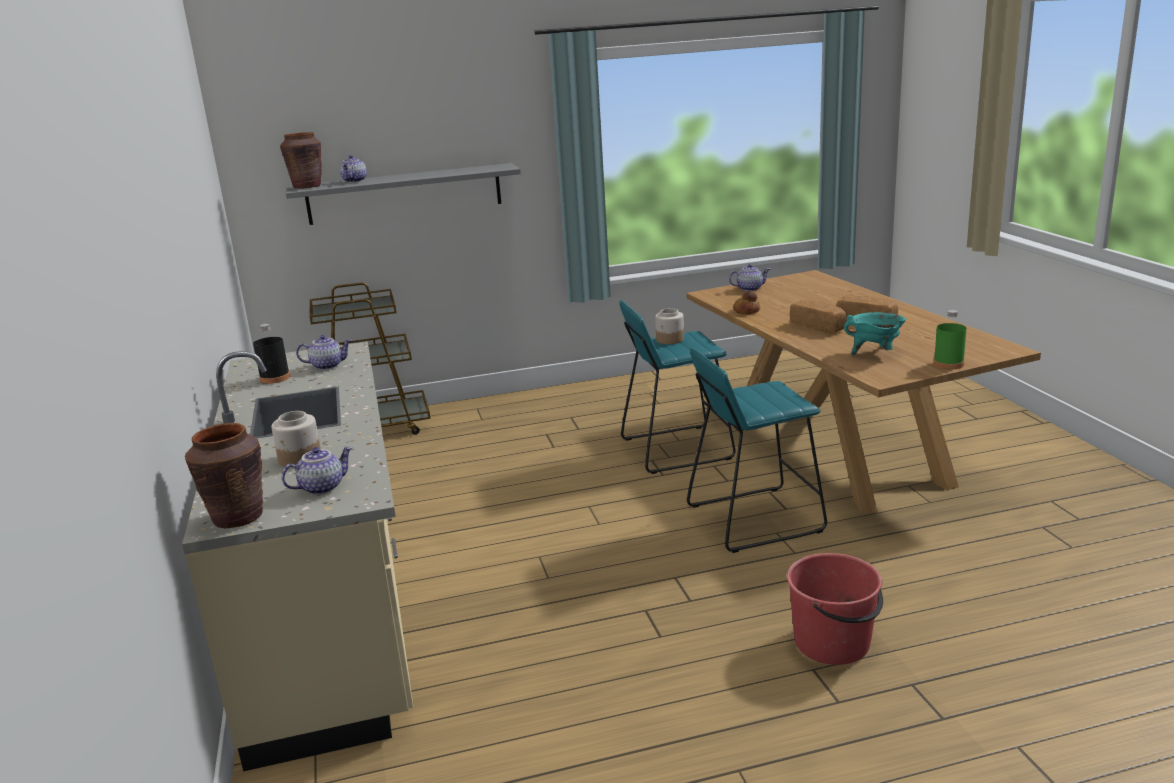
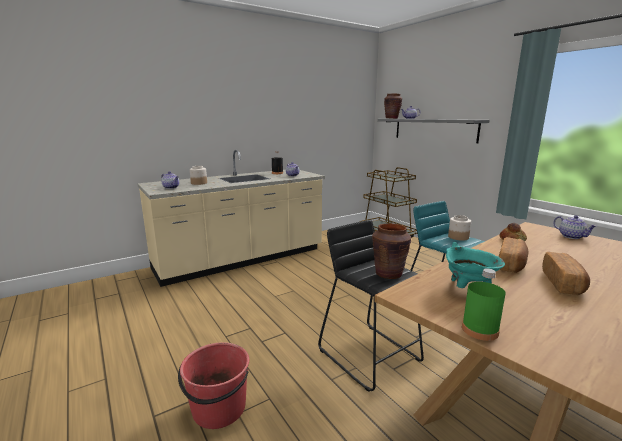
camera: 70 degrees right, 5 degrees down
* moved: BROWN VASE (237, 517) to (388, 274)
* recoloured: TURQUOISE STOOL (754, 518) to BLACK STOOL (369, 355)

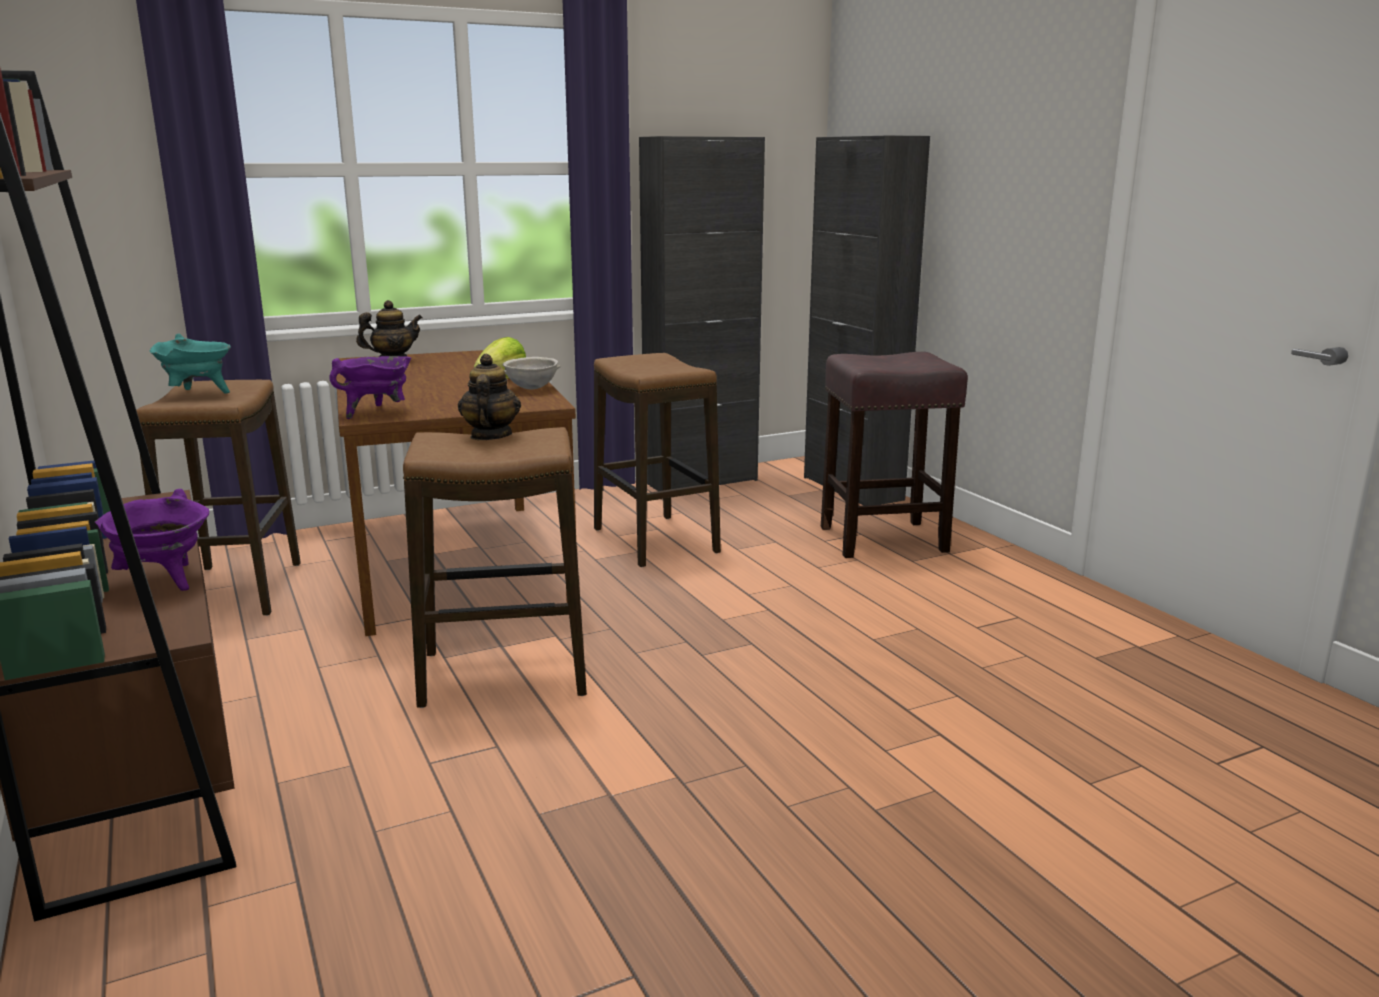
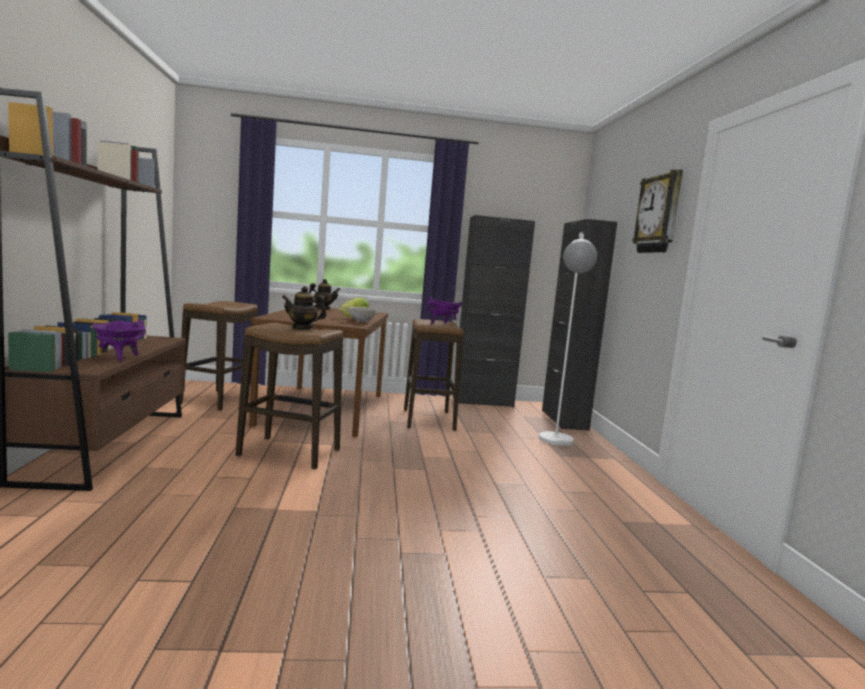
camera: 20 degrees right, 10 degrees down
* removed: TURQUOISE COOKING POT (198, 394)
* added: WALL CLOCK (659, 214)
* moved: PURPLE COOKING POT (377, 413) to (443, 324)
* replaced: BROWN STOOL (885, 539) to WHITE FLOOR LAMP (556, 443)
* turned: TEAPOT (490, 436) = (302, 328) 105 degrees counterclockwise

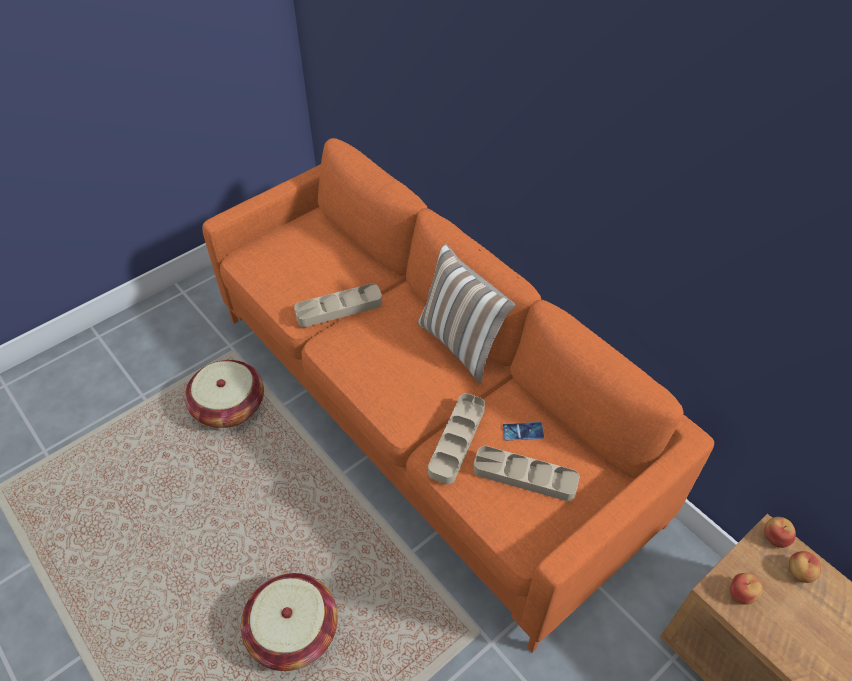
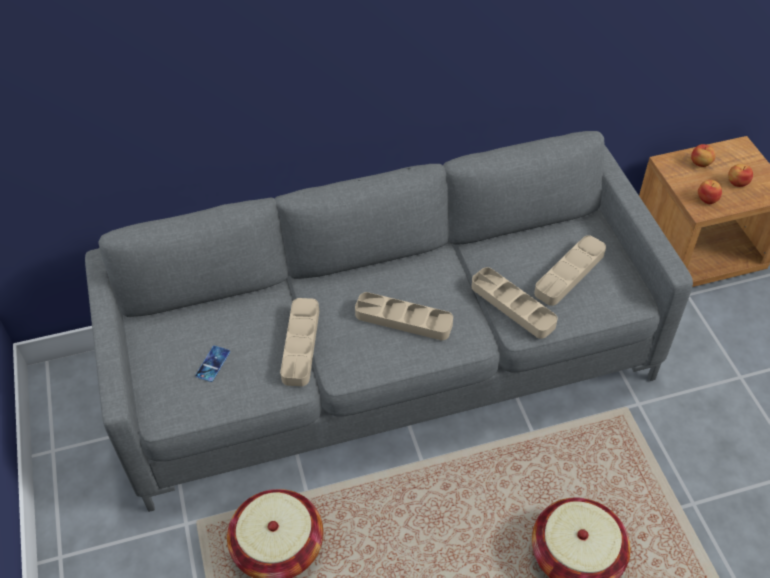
camera: 65 degrees left, 0 degrees up
* removed: PILLOW (461, 343)
* added: BEIGE TRAY (403, 320)
* moved: PHONE (523, 431) to (213, 364)
* moved: APPLE (775, 537) to (737, 182)
* recoloured: ORANGE SOFA (426, 413) to GREY SOFA (386, 366)

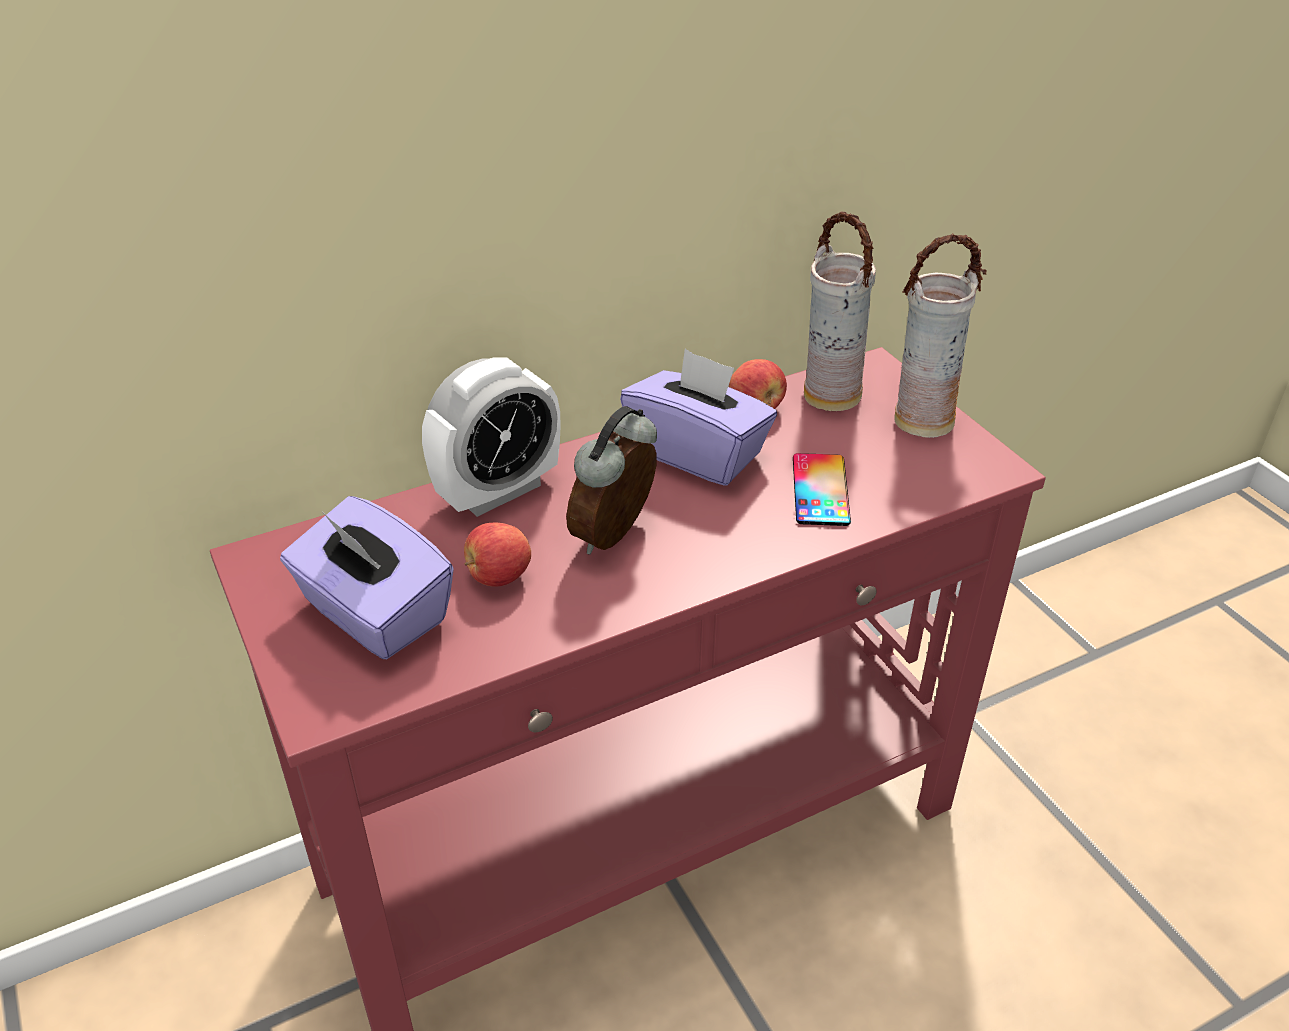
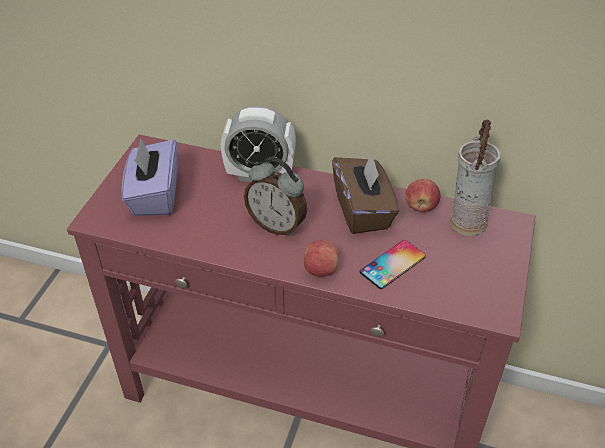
camera: 45 degrees right, 5 degrees up
* removed: VASE (922, 420)
* moved: APPLE (498, 576) to (320, 270)
* recoloured: PURPLE TISSUE BOX (698, 453) to BROWN TISSUE BOX (363, 211)
* turned: ALARM CLOCK (616, 537) = (277, 225) 135 degrees counterclockwise

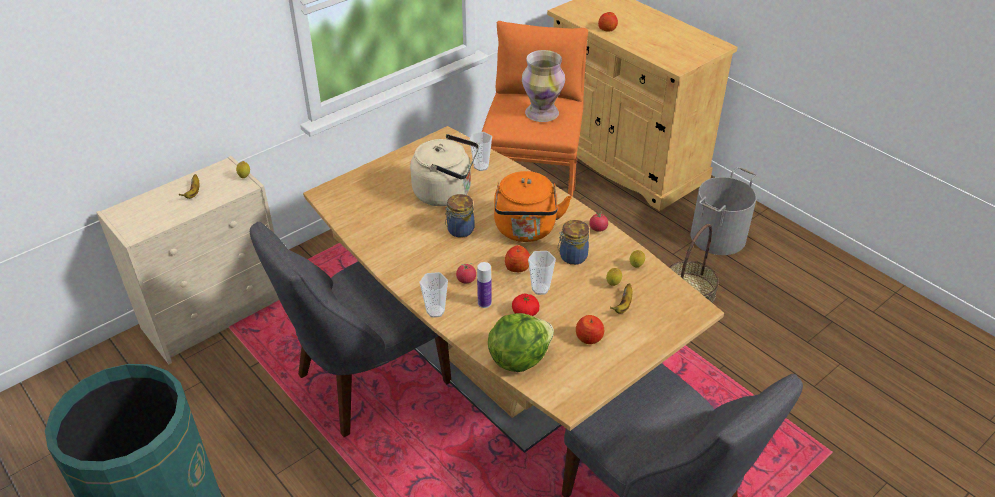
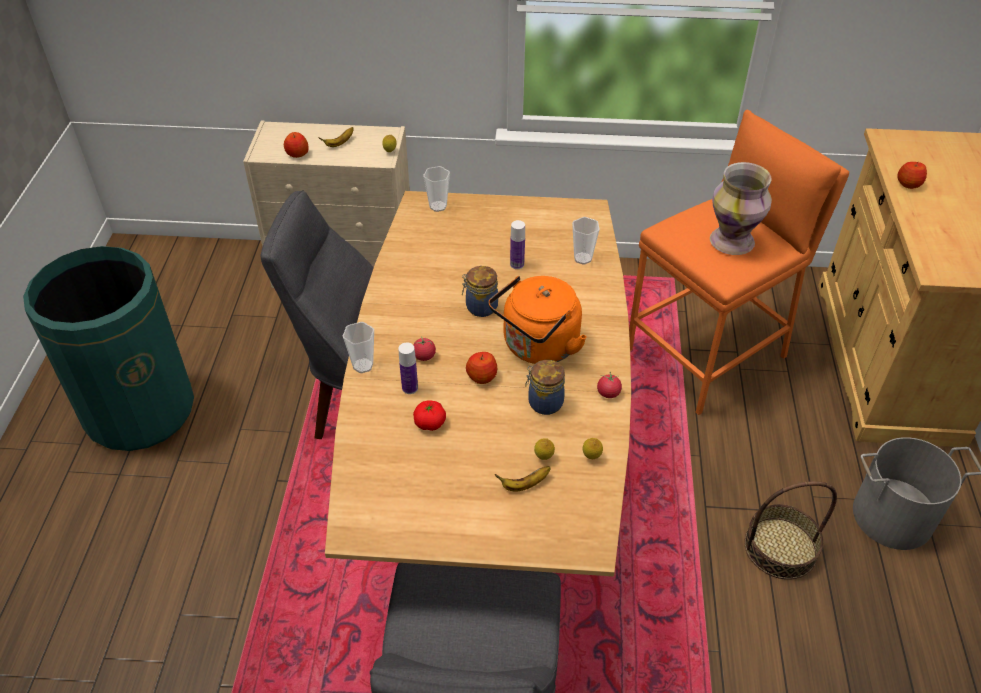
camera: 45 degrees right, 5 degrees up
* removed: LETTUCE (518, 358)
* moved: CUP (540, 289) to (438, 206)
* moved: APPLE (589, 338) to (297, 154)
* replaced: BEIGE KETTLE (446, 193) to BOTTLE (517, 264)

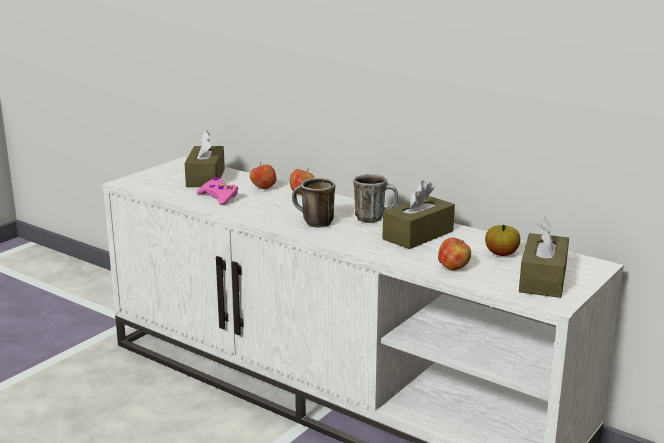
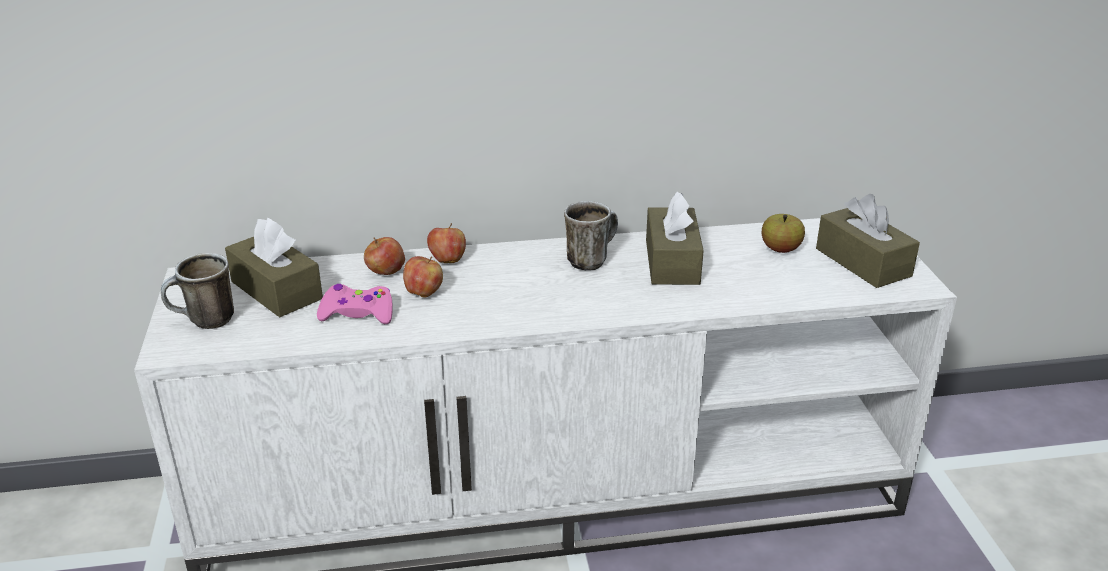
camera: 45 degrees left, 10 degrees up
* moved: MUG (312, 223) to (204, 322)
* moved: APPLE (453, 268) to (424, 293)

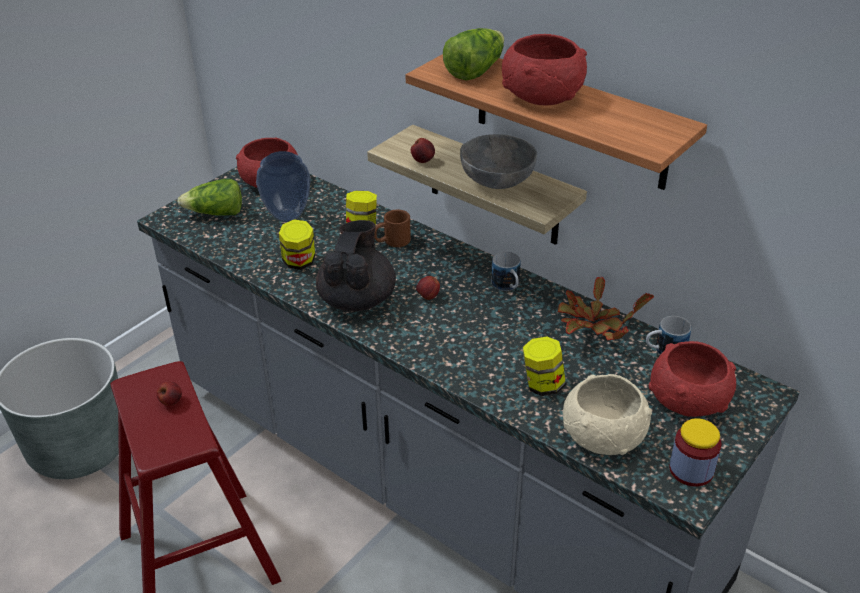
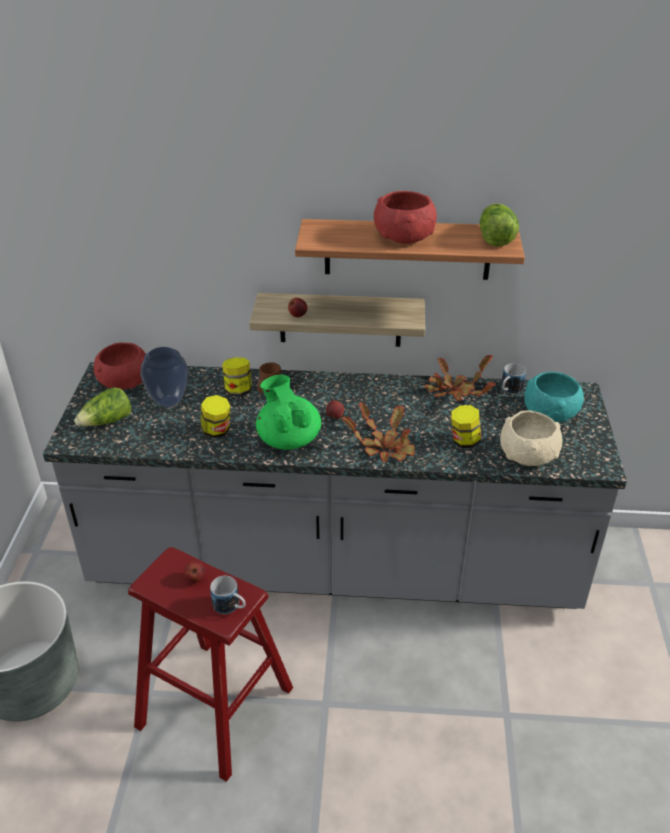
camera: 35 degrees left, 0 degrees up
* removed: GREY BOWL (497, 179)
* removed: JAR (691, 470)
* added: POTTED PLANT (384, 447)
* moved: LETTUCE (475, 70) to (495, 237)
* moved: MUG (507, 287) to (230, 607)
* recoloured: BLACK TEAPOT (357, 299) to GREEN TEAPOT (288, 439)
* recoloured: RED BOWL (688, 400) to TURQUOISE BOWL (550, 413)

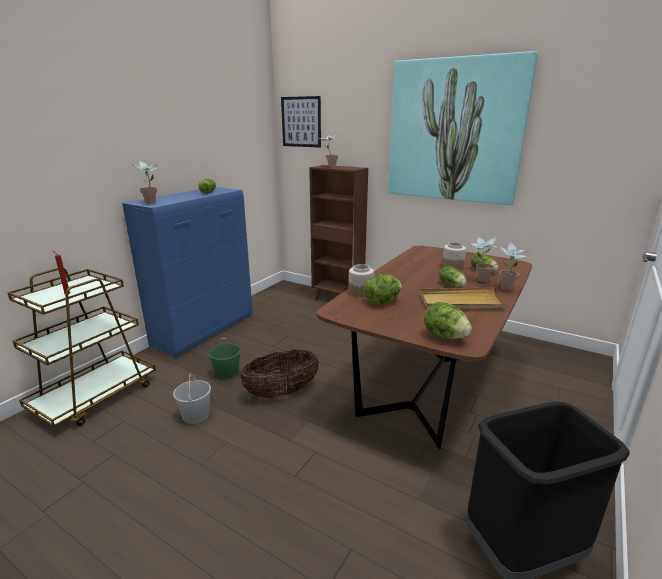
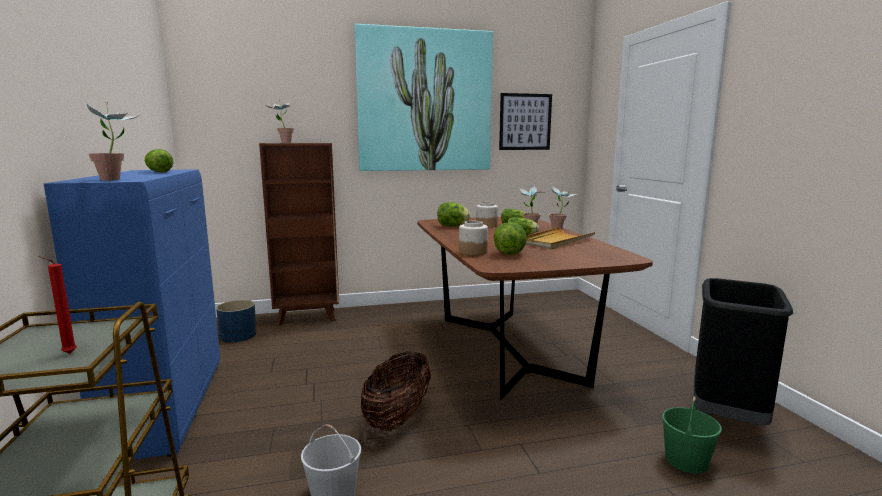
camera: 45 degrees left, 10 degrees down
* added: BLUE PLANTER (238, 335)
* moved: GREEN BUCKET (226, 373) to (686, 461)
* moved: PICTURE (301, 122) to (525, 122)
* moved: LETTUCE (444, 336) to (452, 226)

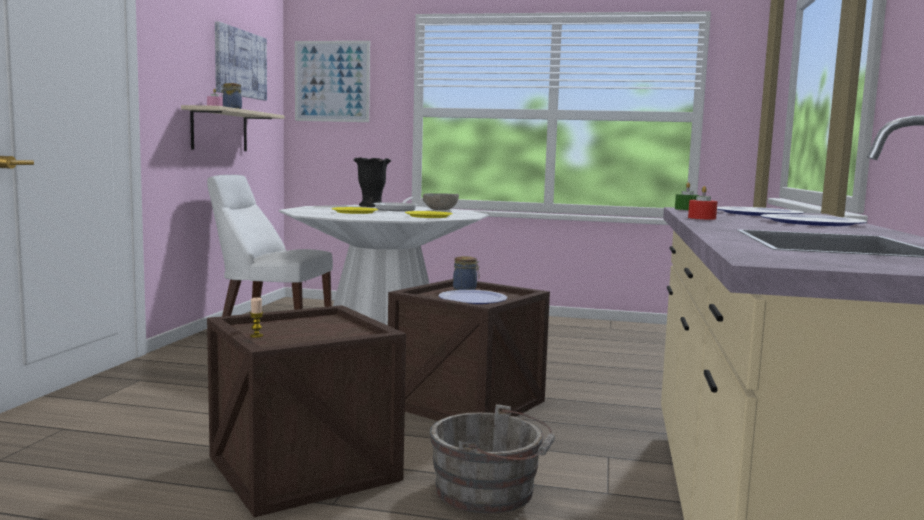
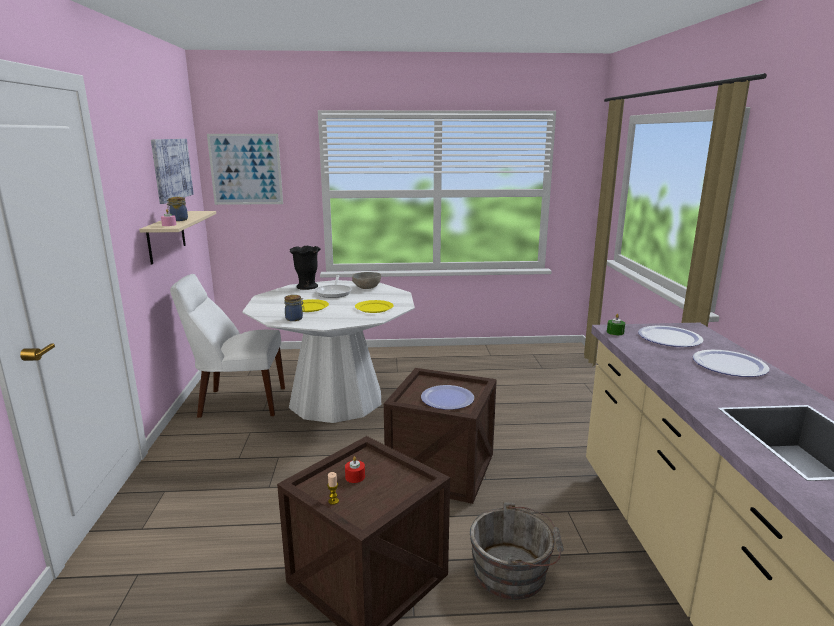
camera: 15 degrees left, 10 degrees up
* moved: JAR (465, 289) to (295, 319)
* moved: RED CANDLE (702, 218) to (355, 477)

